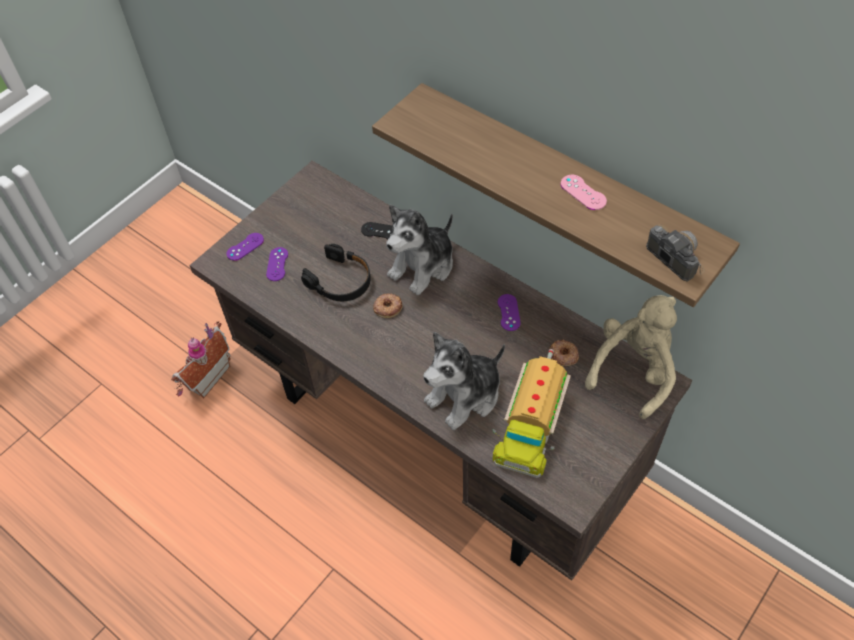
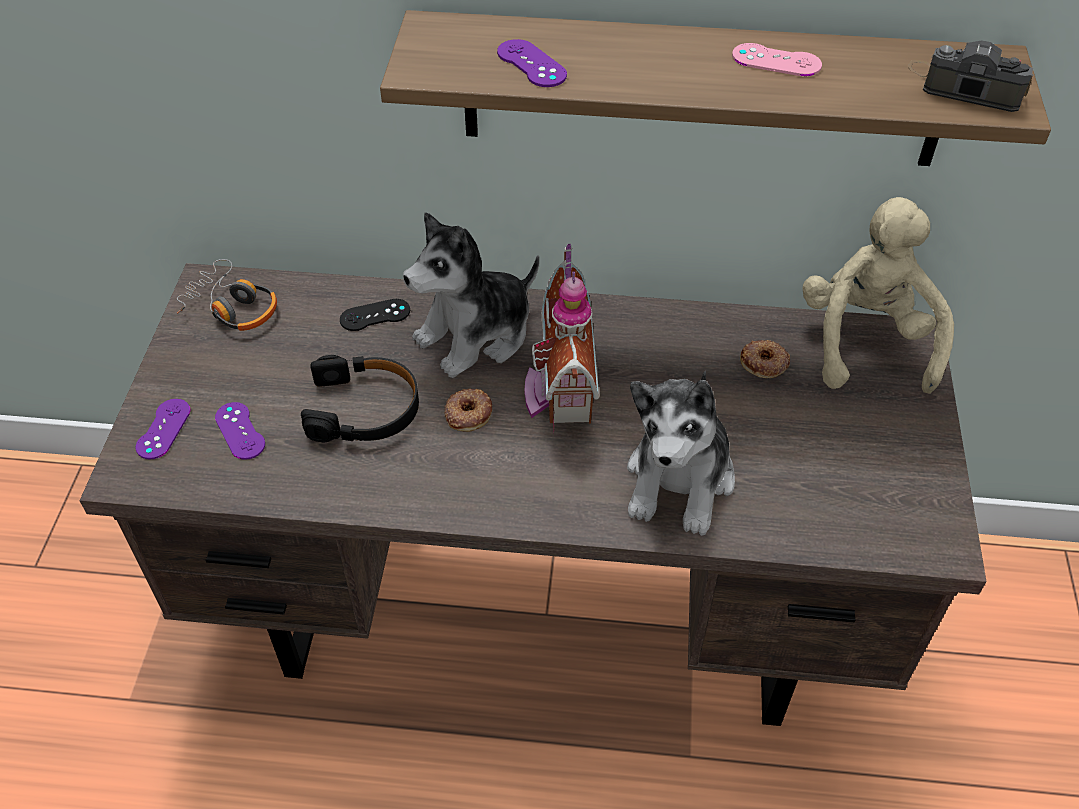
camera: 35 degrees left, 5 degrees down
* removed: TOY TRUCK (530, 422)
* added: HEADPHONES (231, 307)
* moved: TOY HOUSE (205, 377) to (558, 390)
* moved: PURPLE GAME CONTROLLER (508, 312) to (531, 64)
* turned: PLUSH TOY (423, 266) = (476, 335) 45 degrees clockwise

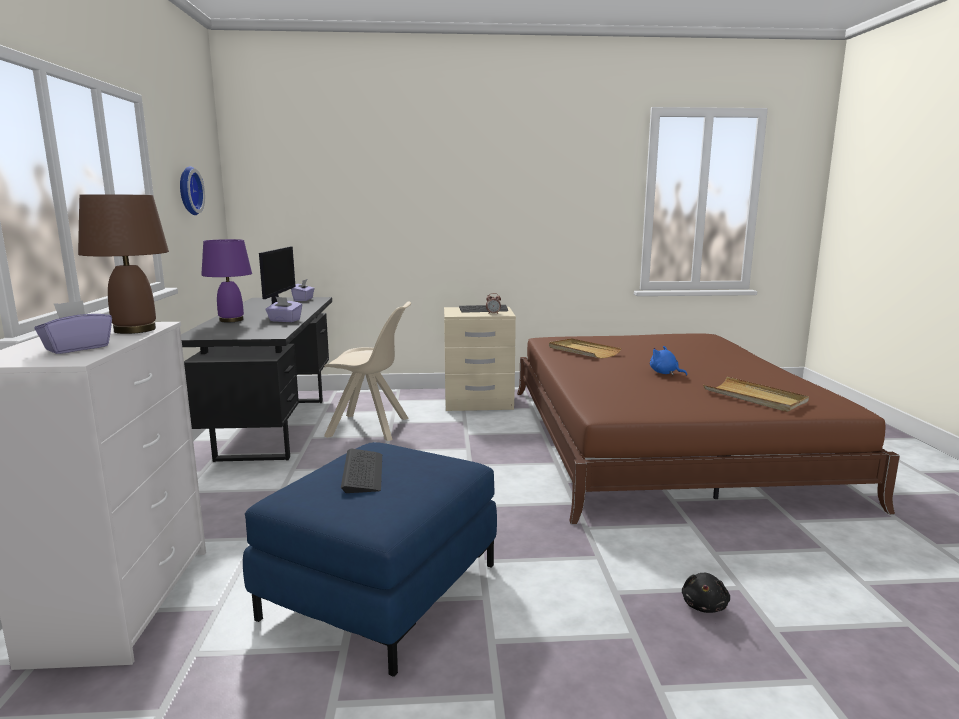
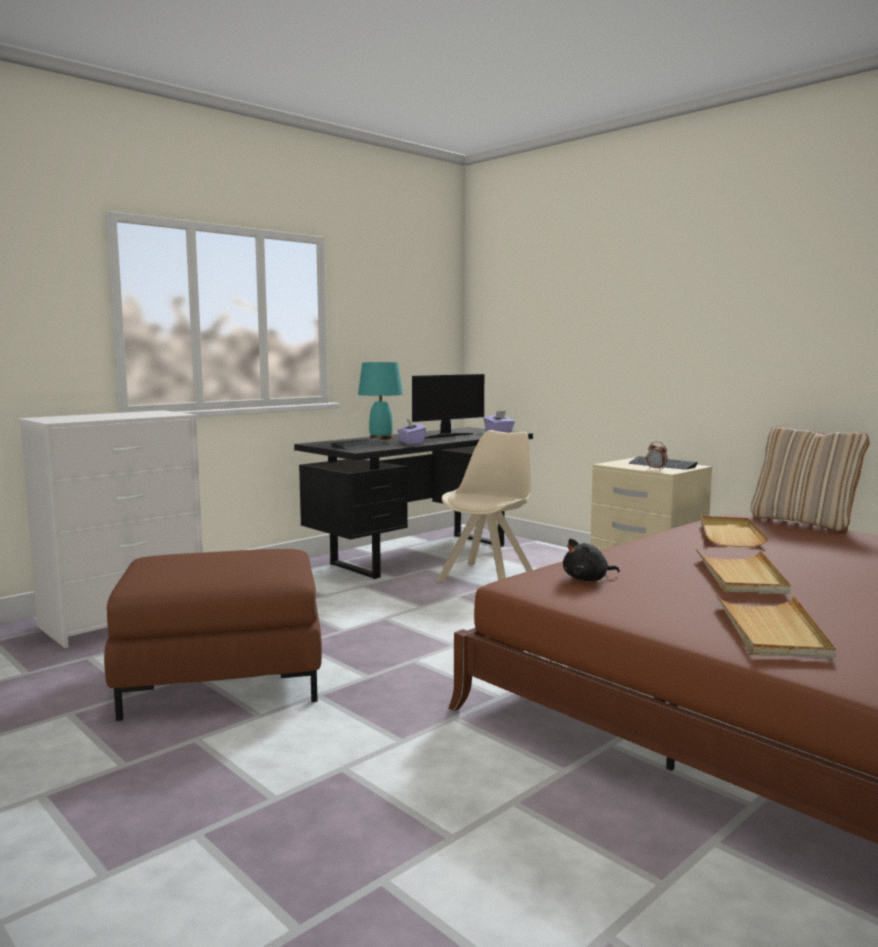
camera: 50 degrees right, 5 degrees down
* removed: PURPLE TISSUE BOX (77, 348)
* removed: BROWN TABLE LAMP (135, 330)
* removed: WALL CLOCK (188, 191)
* added: BEIGE PILLOW (803, 522)
* moved: KEYBOARD (363, 472) to (360, 445)
* moved: BLACK PLUSH TOY (704, 606) to (588, 579)
* replaced: BLUE PLUSH TOY (665, 373) to BEIGE TRAY (741, 575)
* recoloured: PURPLE TABLE LAMP (231, 320) to TURQUOISE TABLE LAMP (380, 438)
* recoloured: BLUE OTTOMAN (381, 590) to BROWN OTTOMAN (223, 677)
* turned: BEIGE CHAIR (370, 428) = (488, 576) 120 degrees counterclockwise

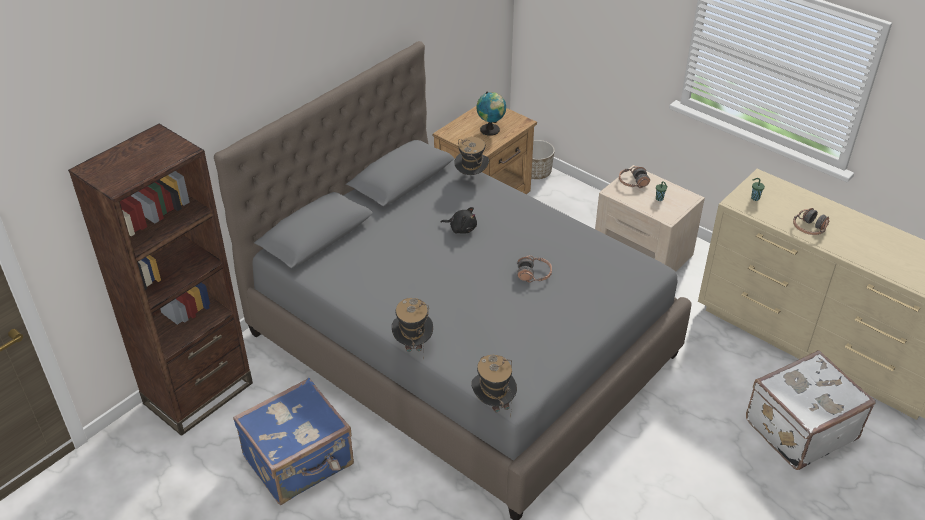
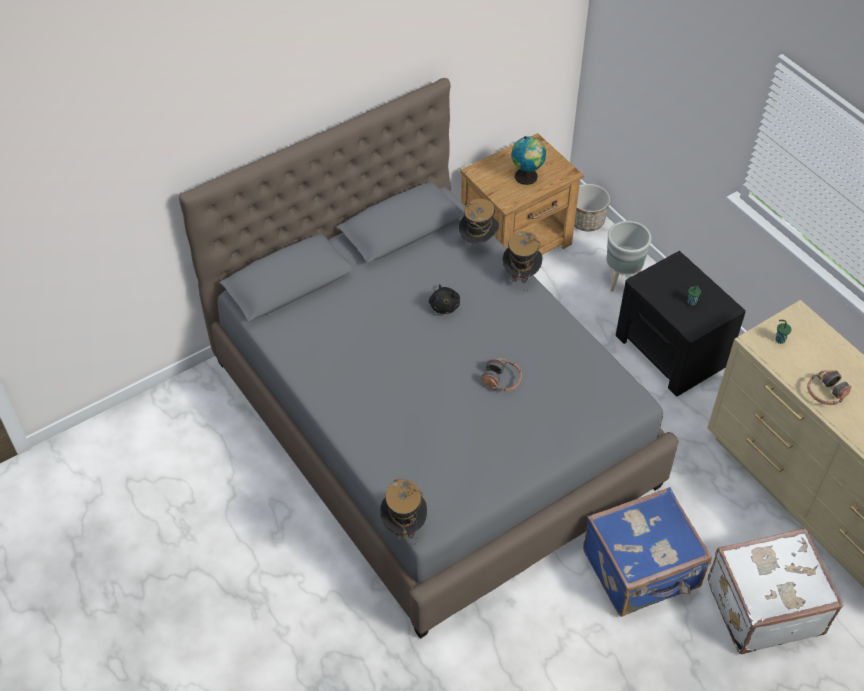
camera: 15 degrees right, 10 degrees up
* removed: BROWN BOOKCASE (198, 393)
* removed: HEADPHONES (633, 182)
* added: GREY PLANTER (622, 279)
* moved: BLUE SUITCASE (300, 462) to (642, 570)
* moved: HAT (413, 345) to (520, 276)
* recoloured: BEIGE NIGHTSTAND (643, 252) to BLACK NIGHTSTAND (672, 350)
* turned: BLACK PLUSH TOY (461, 228) = (444, 305) 45 degrees clockwise

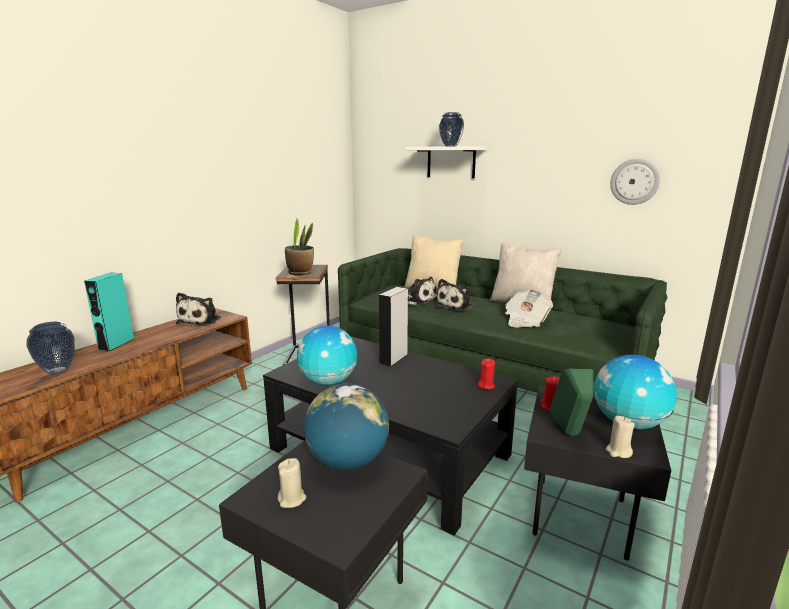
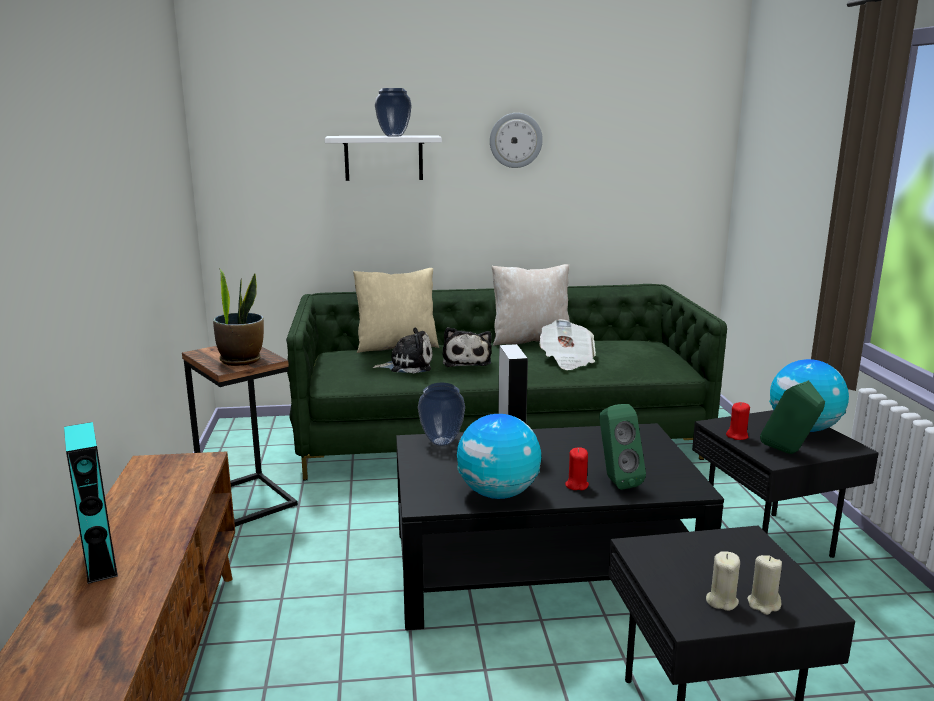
camera: 40 degrees left, 0 degrees up
* removed: PLUSH TOY (201, 320)
* removed: GLOBE (347, 462)
* added: GREEN SPEAKER (615, 481)
* moved: VASE (57, 370) to (442, 442)
* moved: RED CANDLE (486, 385) to (576, 485)
* moved: BEIGE CANDLE (618, 452) to (763, 604)
* moved: WALL CLOCK (634, 181) to (515, 140)

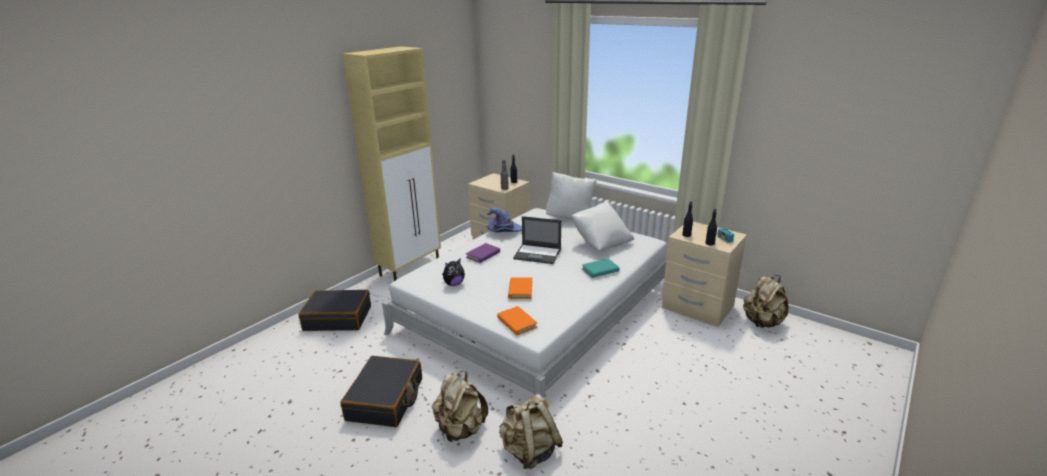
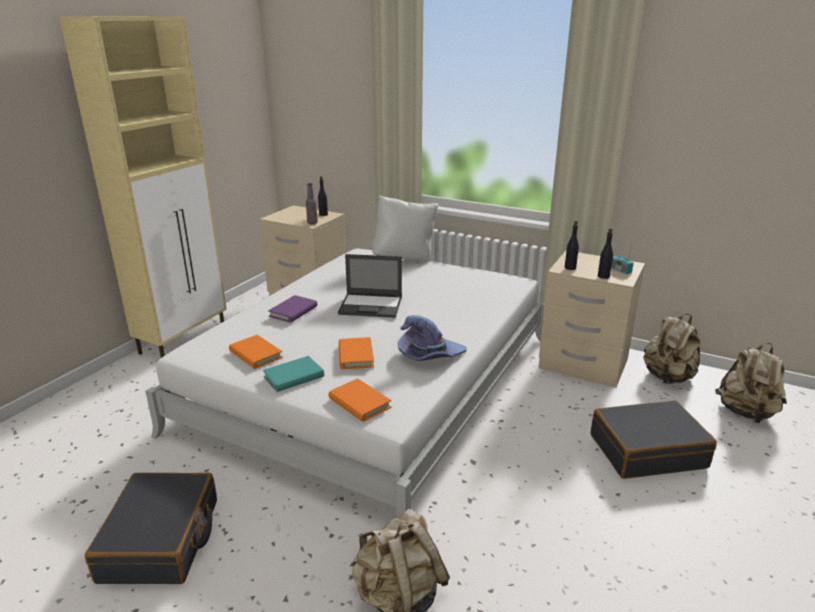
camera: 10 degrees left, 0 degrees up
* removed: WHITE PILLOW (601, 243)
* moved: BLACK SUITCASE (338, 318) to (647, 451)
* moved: BEIGE BACKPACK (460, 429) to (746, 413)
* moved: PURPLE HAT (504, 231) to (429, 355)
* moved: TURQUOISE BOOK (600, 270) to (293, 377)
* replaced: PLUSH TOY (454, 284) to ORANGE BOOK (255, 354)

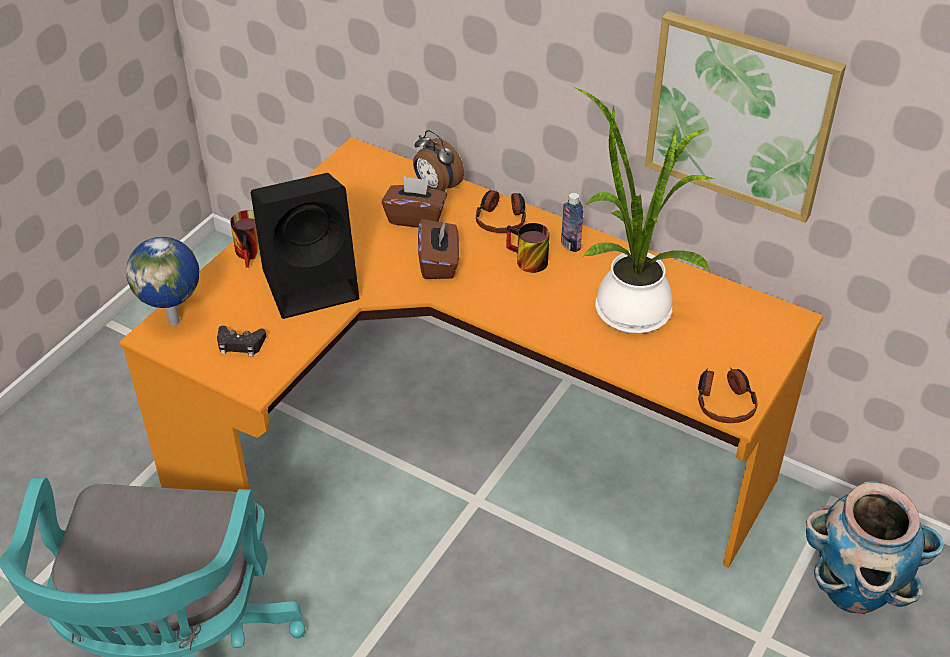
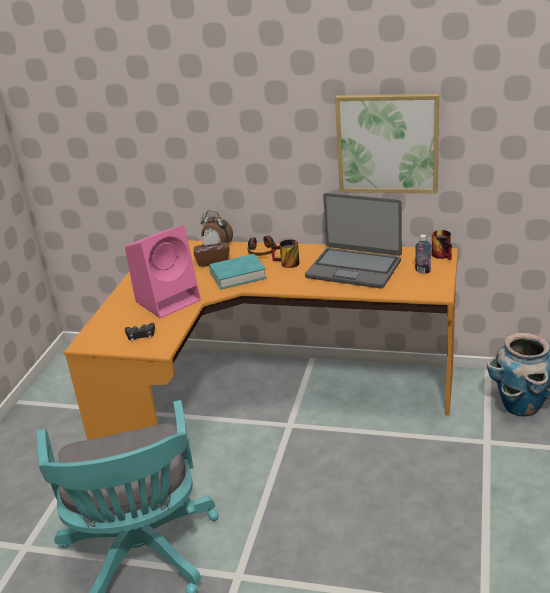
camera: 15 degrees left, 15 degrees down
* removed: GLOBE (175, 321)
* removed: HEADPHONES (724, 402)
* moved: MUG (253, 253) to (444, 255)
* moved: BOTTLE (570, 245) to (422, 271)
* replaced: BROWN TISSUE BOX (439, 263) to TURQUOISE BOOK (238, 276)
* replaced: POTTED PLANT (628, 307) to LAPTOP (354, 268)
* recoloured: BLACK SPEAKER (313, 283) to PINK SPEAKER (169, 300)

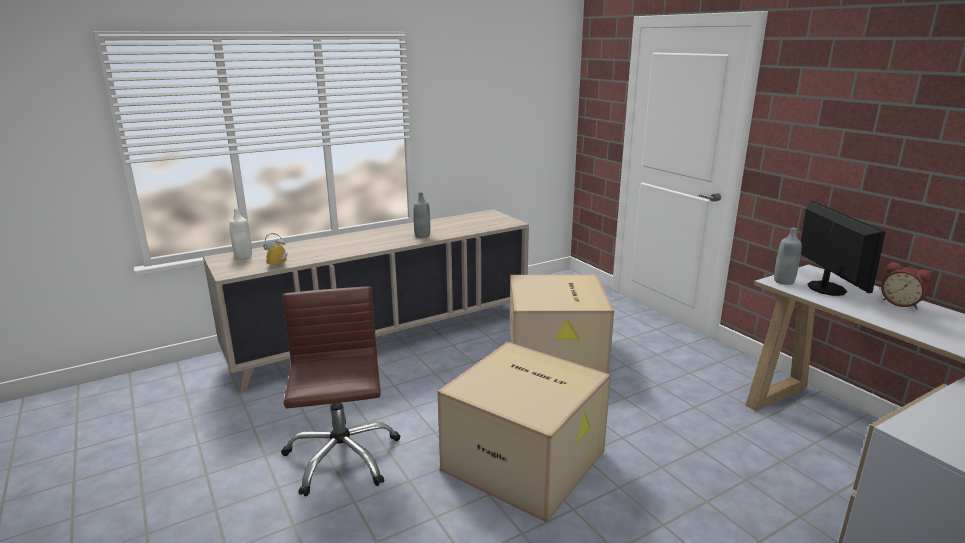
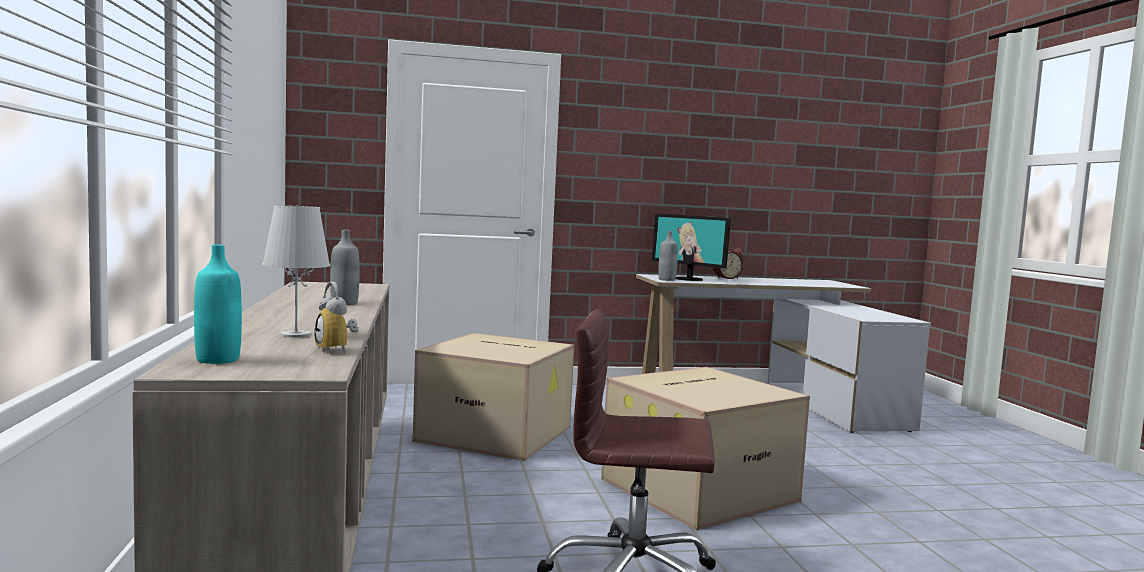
camera: 70 degrees left, 15 degrees down
* added: WHITE TABLE LAMP (296, 334)
* recoloured: WHITE BOTTLE (243, 256) to TURQUOISE BOTTLE (218, 360)
* turned: MONITOR (825, 288) = (688, 279) 150 degrees counterclockwise

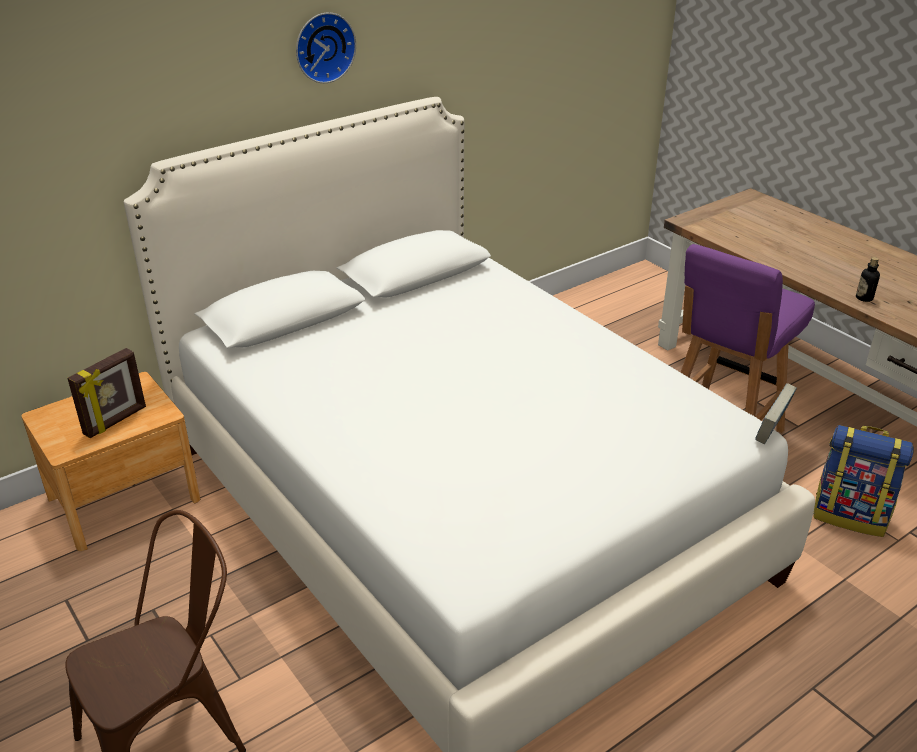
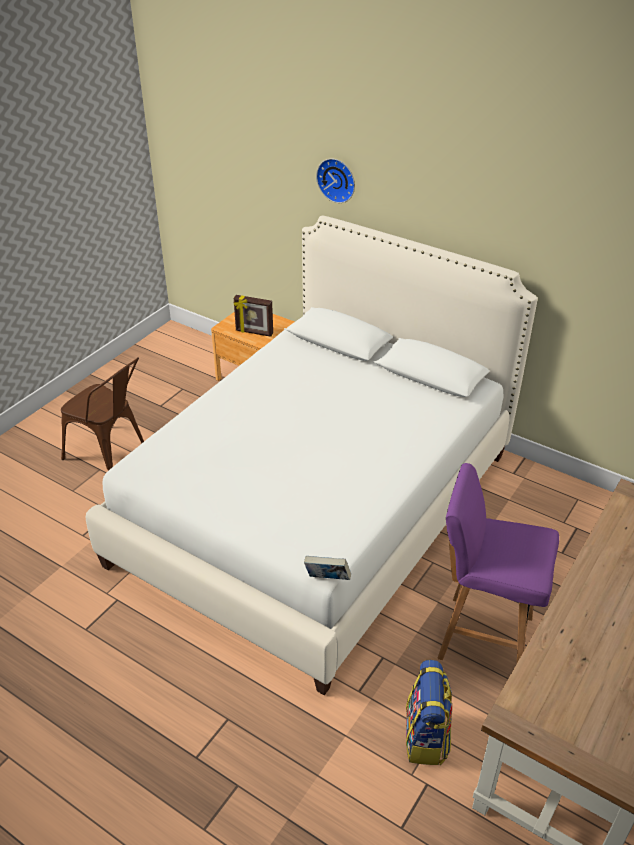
camera: 70 degrees right, 5 degrees up
* removed: BOTTLE (864, 298)
* moved: WALL CLOCK (323, 47) to (337, 179)

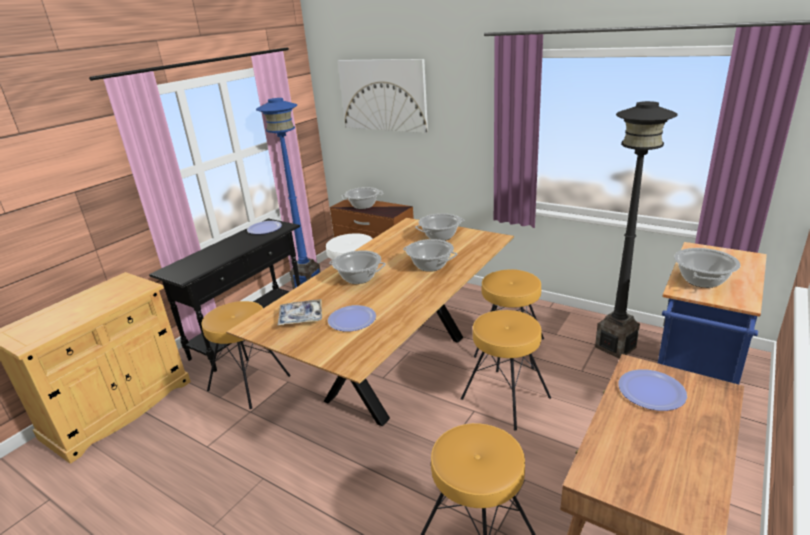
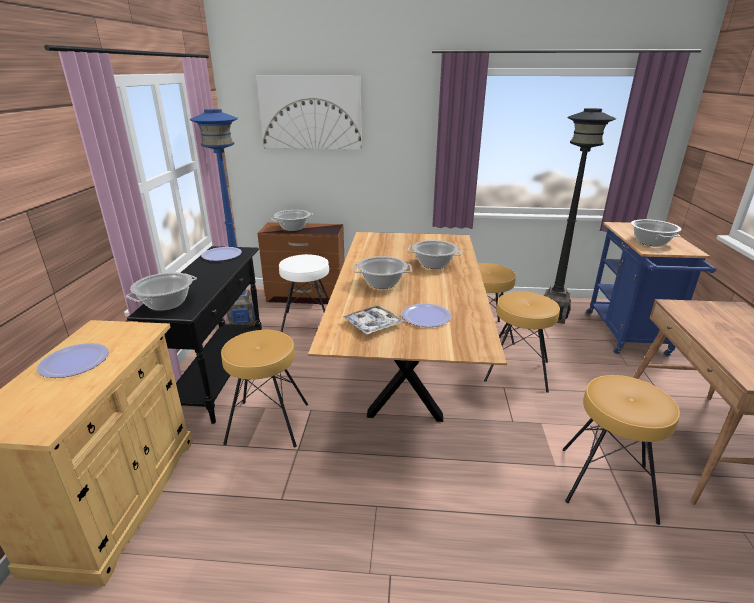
camera: 30 degrees left, 0 degrees up
* moved: COOKING POT (440, 236) to (166, 304)
* moved: PLATE (651, 391) to (75, 361)

